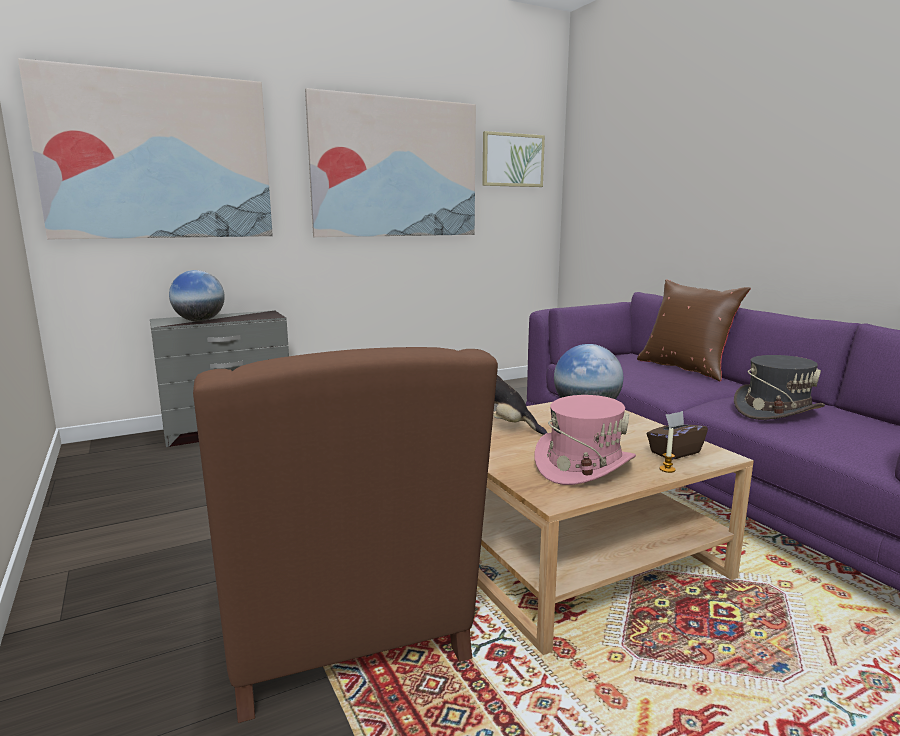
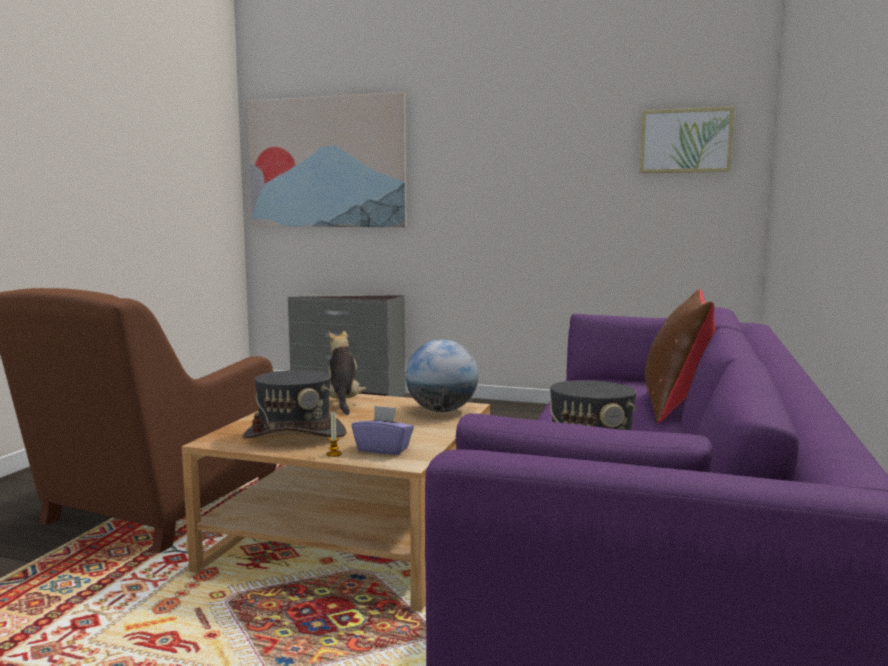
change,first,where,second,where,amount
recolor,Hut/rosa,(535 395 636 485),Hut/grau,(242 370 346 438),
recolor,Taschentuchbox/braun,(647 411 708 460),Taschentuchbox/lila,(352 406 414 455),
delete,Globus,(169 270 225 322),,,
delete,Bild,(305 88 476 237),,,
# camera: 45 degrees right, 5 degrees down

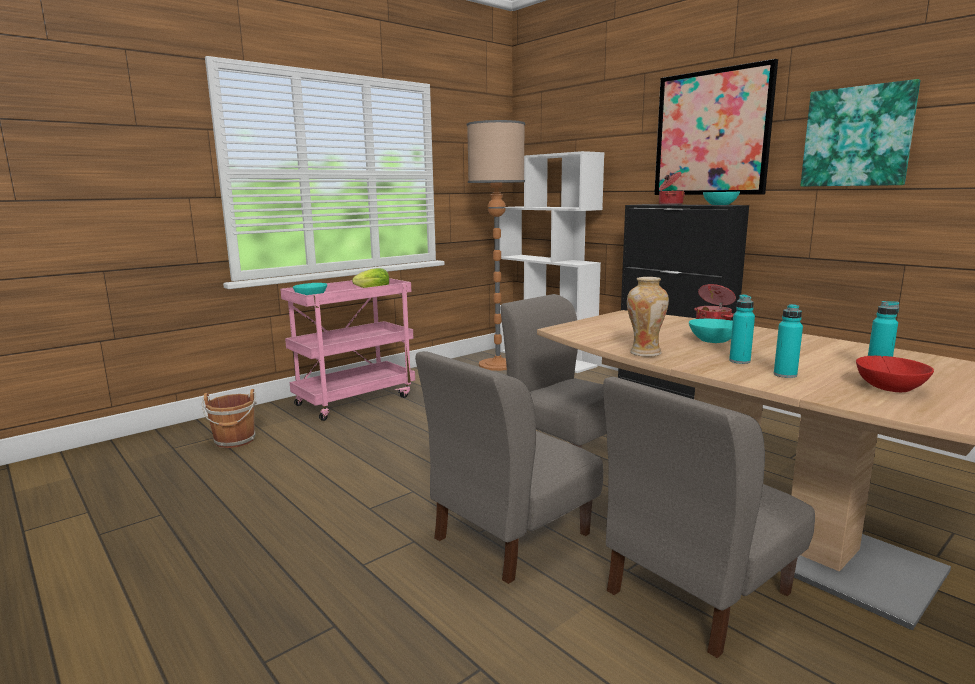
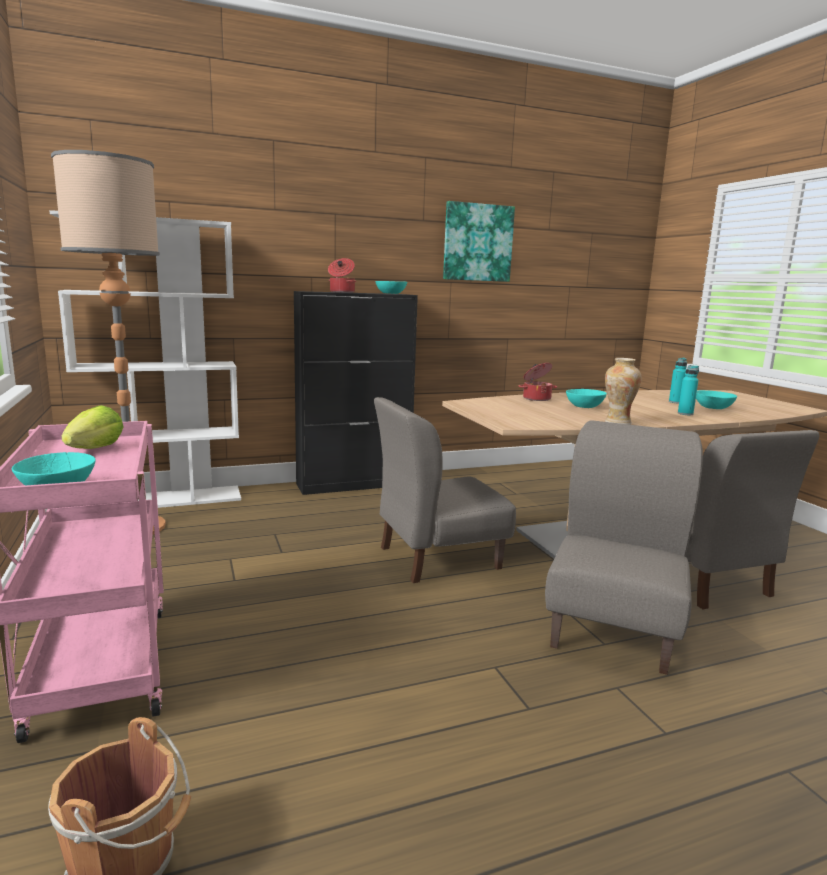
change,first,where,second,where,amount
rotate,Stuhl/grau,(415 351 603 584),,(545 420 703 675),135 degrees counterclockwise
recolor,Schüssel/rot,(856 356 934 392),Schüssel/türkis,(696 390 737 409),
delete,Bild,(654 59 778 195),,,
delete,Flasche/türkis,(729 294 755 364),,,
# camera: 70 degrees left, 0 degrees up

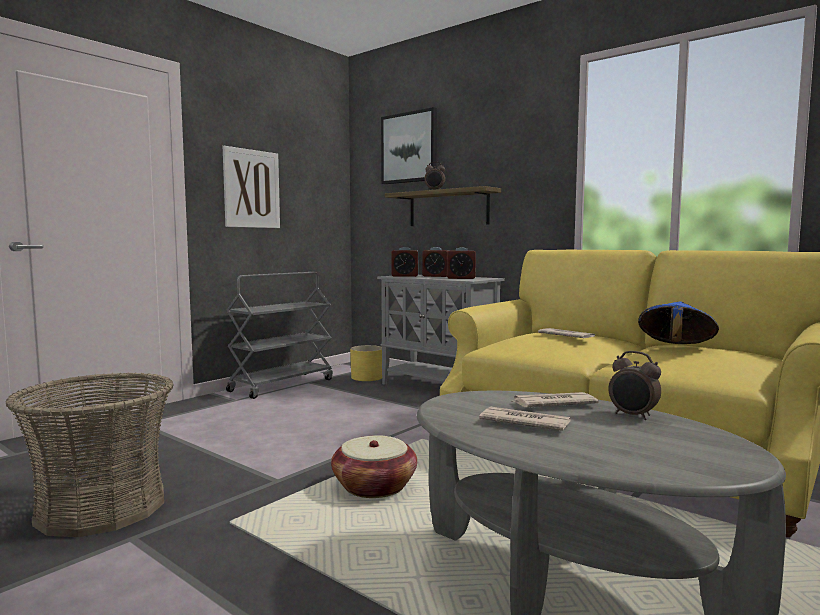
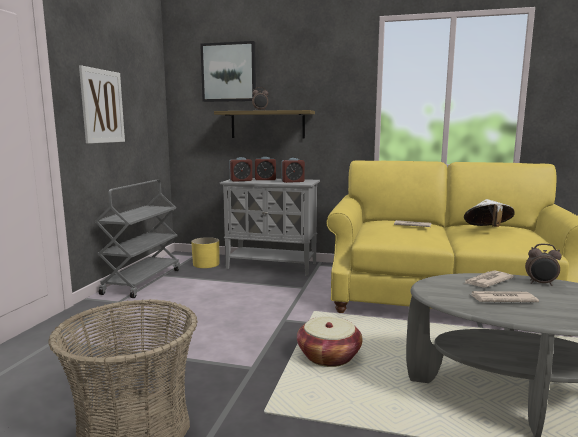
change,first,where,second,where,amount
recolor,Hut/blau,(638 301 719 344),Hut/weiß,(464 199 515 227),
# camera: 25 degrees left, 5 degrees up

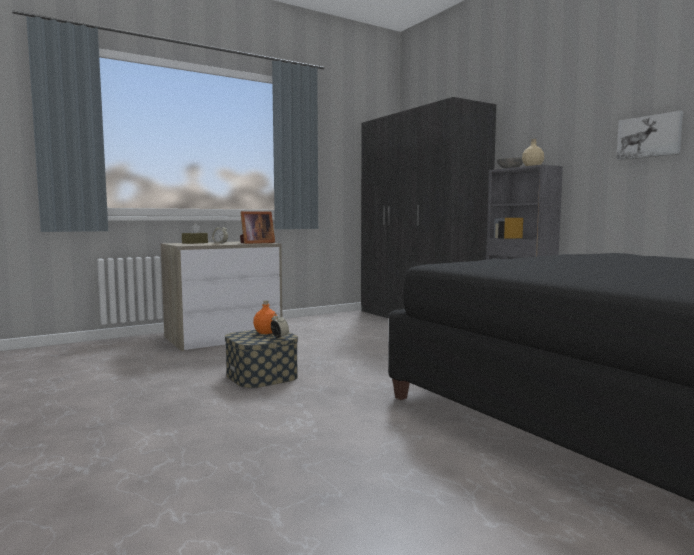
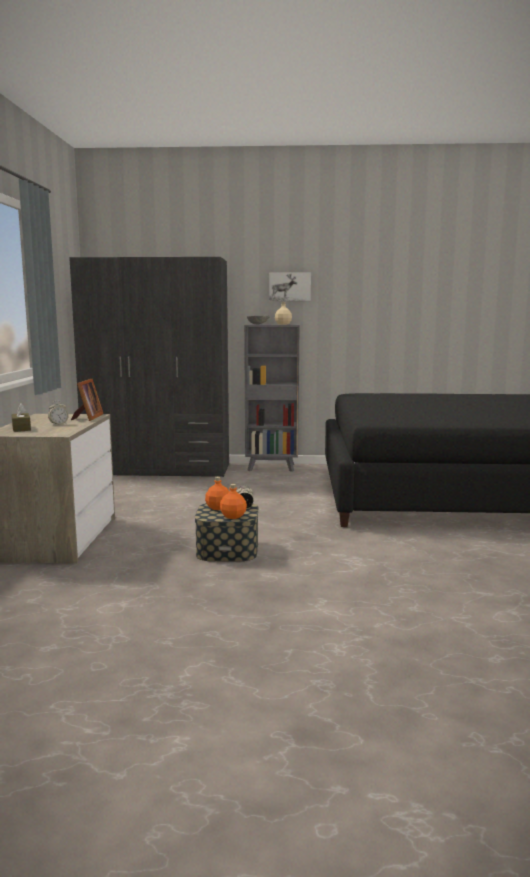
change,first,where,second,where,amount
insert,,,Flasche/orange,(220 484 247 519),
move,Bild,(616 110 683 160),,(269 272 311 301),
# camera: 55 degrees left, 5 degrees up

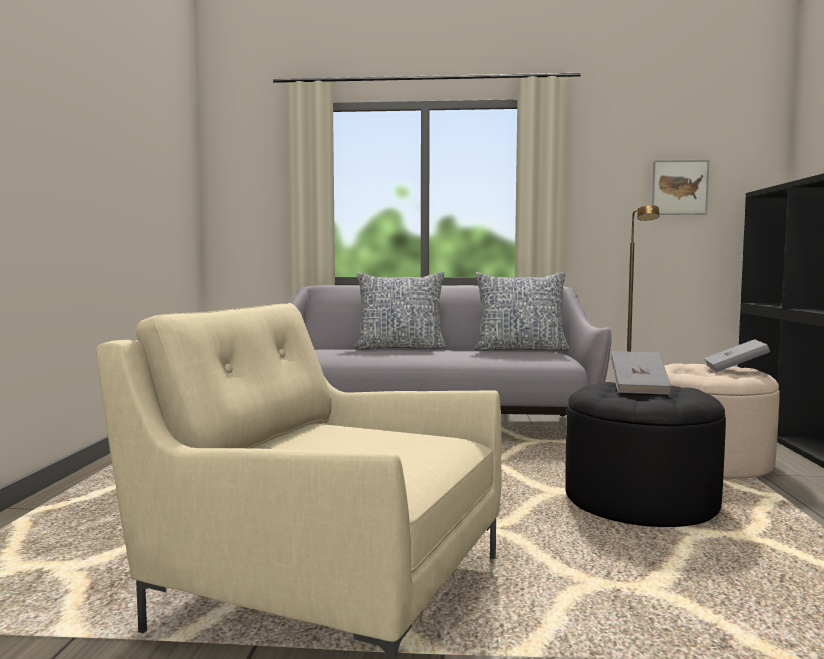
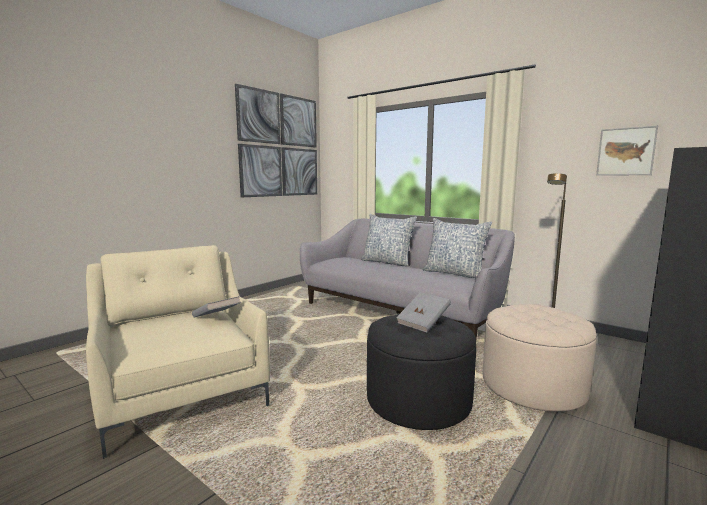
change,first,where,second,where,amount
move,Buch/grau,(704 339 770 372),,(192 296 241 317),
insert,,,Bild,(235 84 317 197),
# camera: 35 degrees right, 5 degrees up

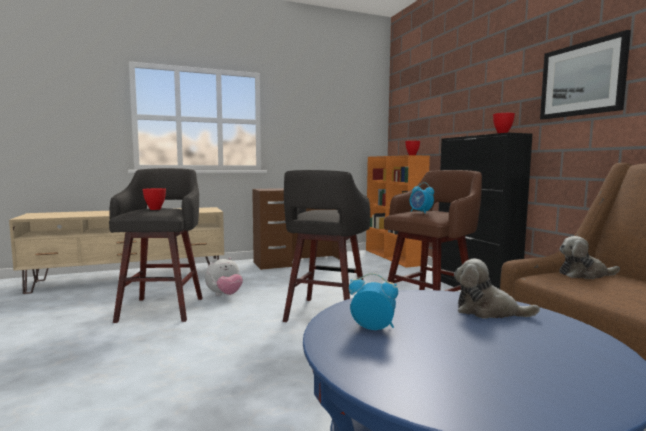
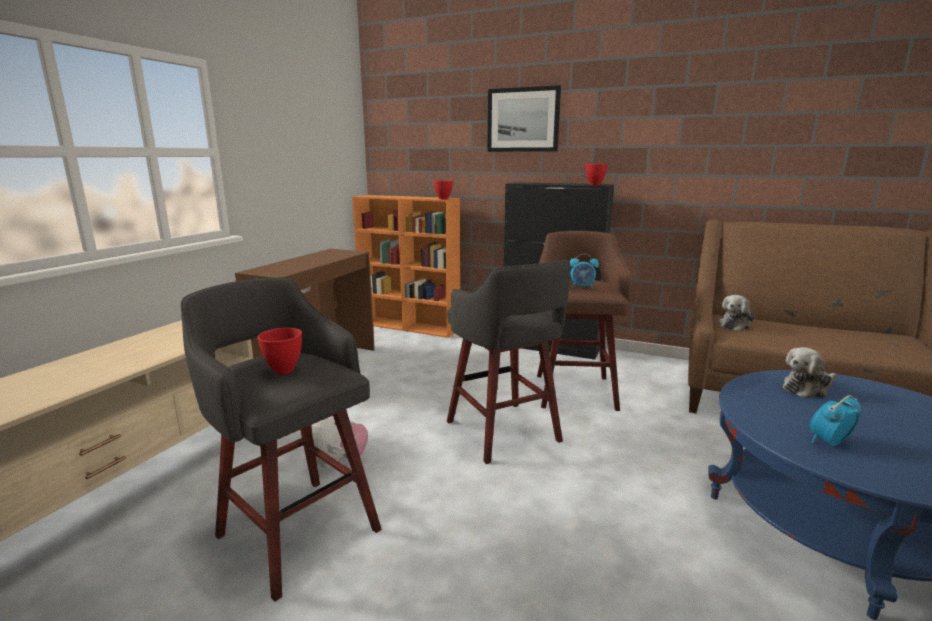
change,first,where,second,where,amount
move,Bild,(540 30 631 119),,(487 85 561 152),
# camera: 45 degrees left, 10 degrees up

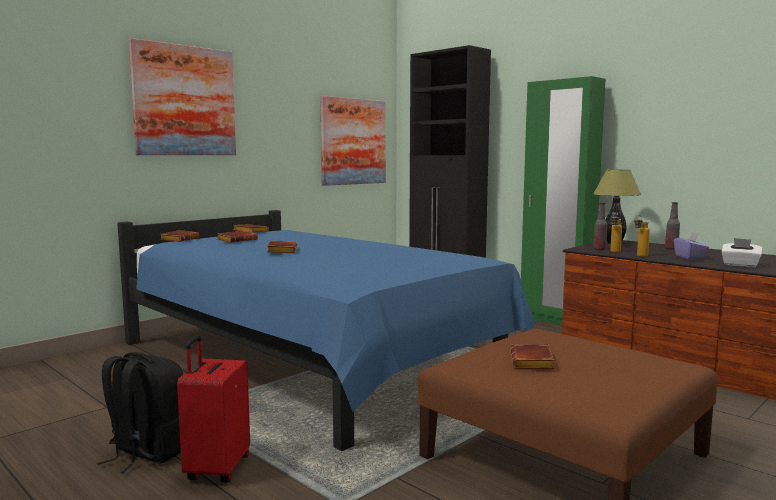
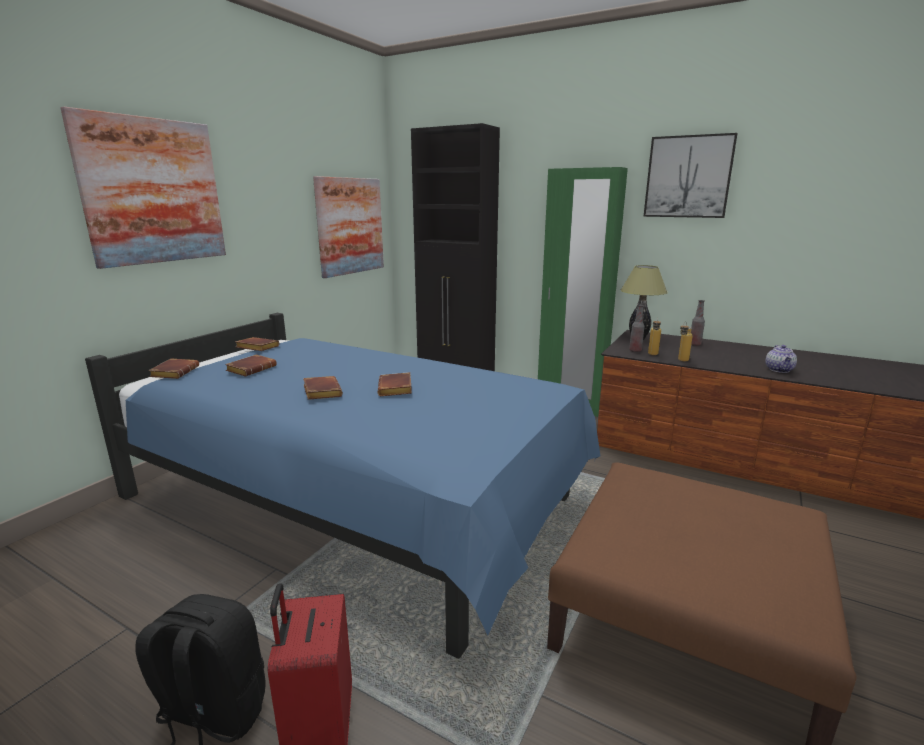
change,first,where,second,where,amount
move,Buch/braun,(511 344 554 369),,(378 372 412 396),
insert,,,Bild,(643 133 738 218),
replace,Taschentuchbox/weiß,(722 238 763 267),Teekanne,(766 345 797 373),
delete,Taschentuchbox/lila,(674 232 709 260),,,
# camera: 15 degrees left, 10 degrees up

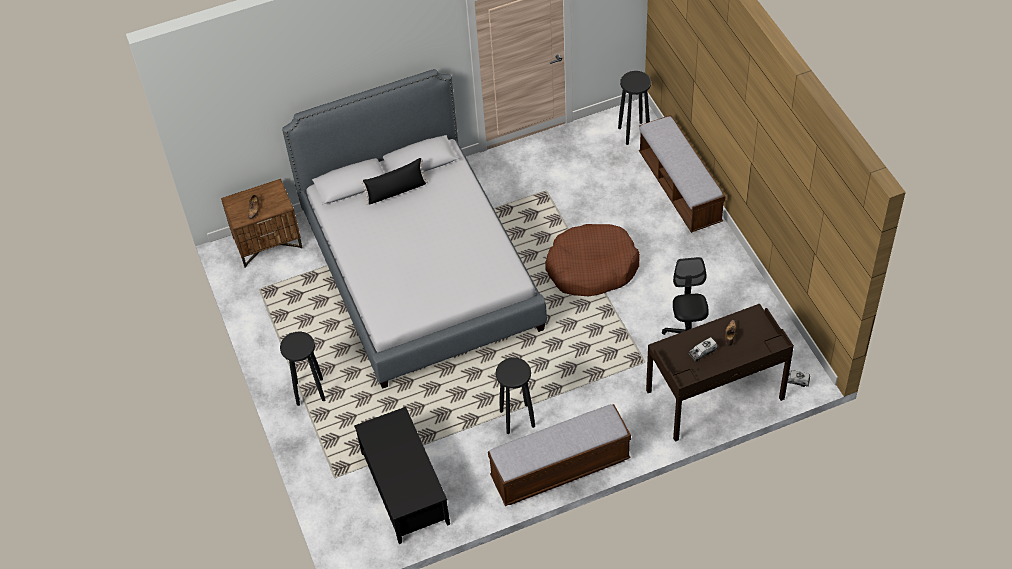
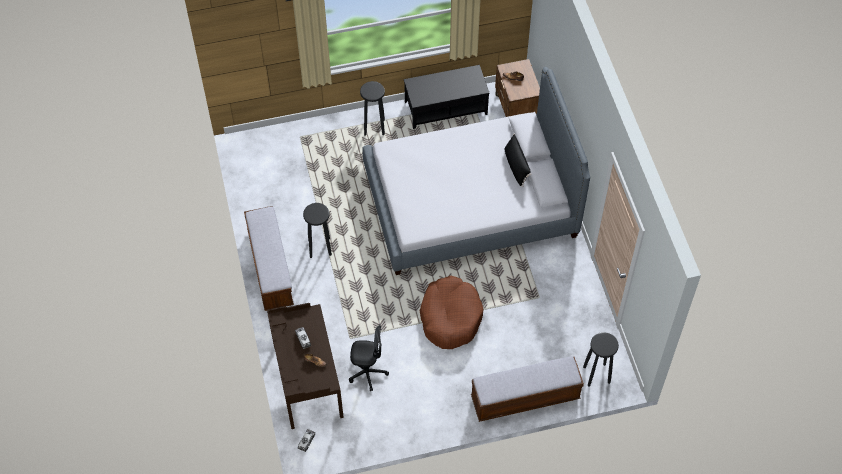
change,first,where,second,where,amount
move,Couchtisch/schwarz,(354 407 450 544),,(404 65 490 129),
# camera: 95 degrees right, 5 degrees up

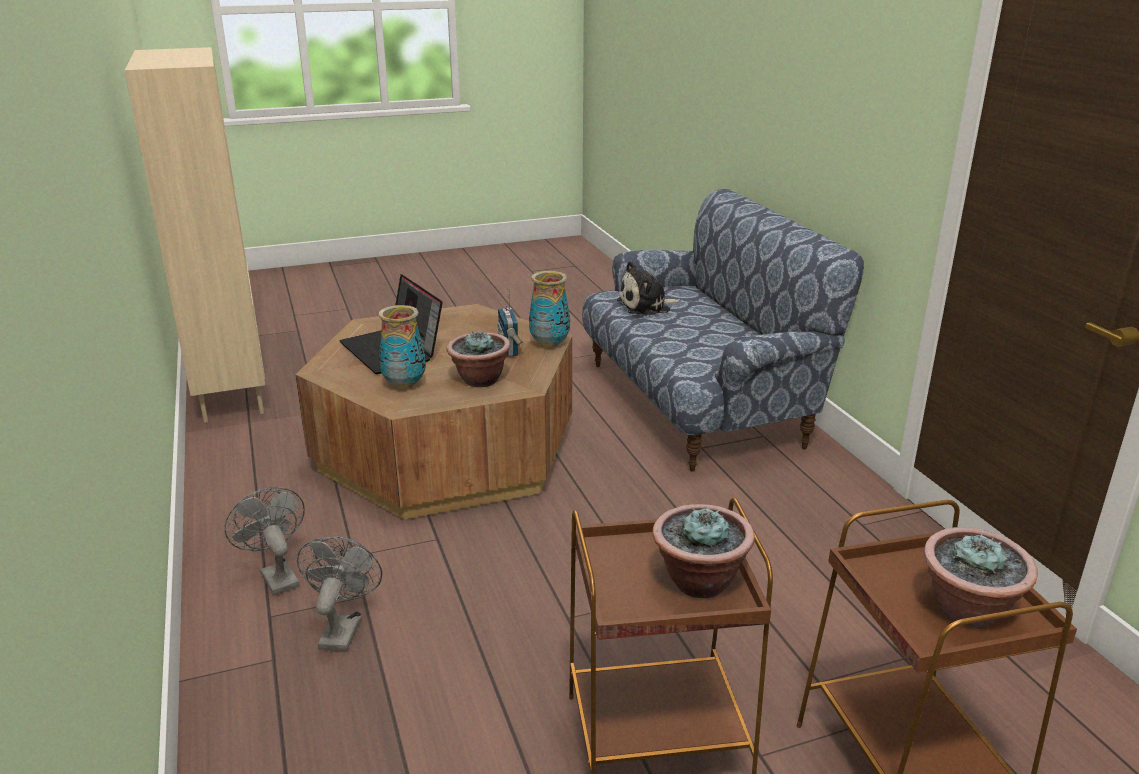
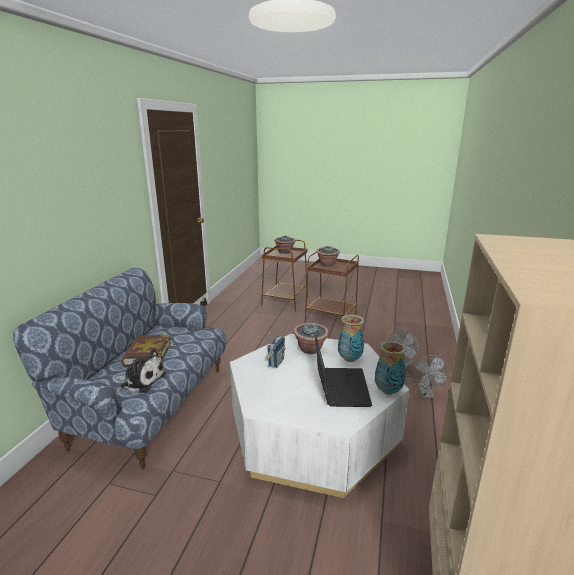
change,first,where,second,where,amount
insert,,,Buch,(121 335 171 366),
recolor,Couchtisch/braun,(295 304 572 520),Couchtisch/weiß,(230 334 409 498),
move,Vase,(529 271 570 348),,(375 341 406 395),
# camera: 145 degrees left, 5 degrees down

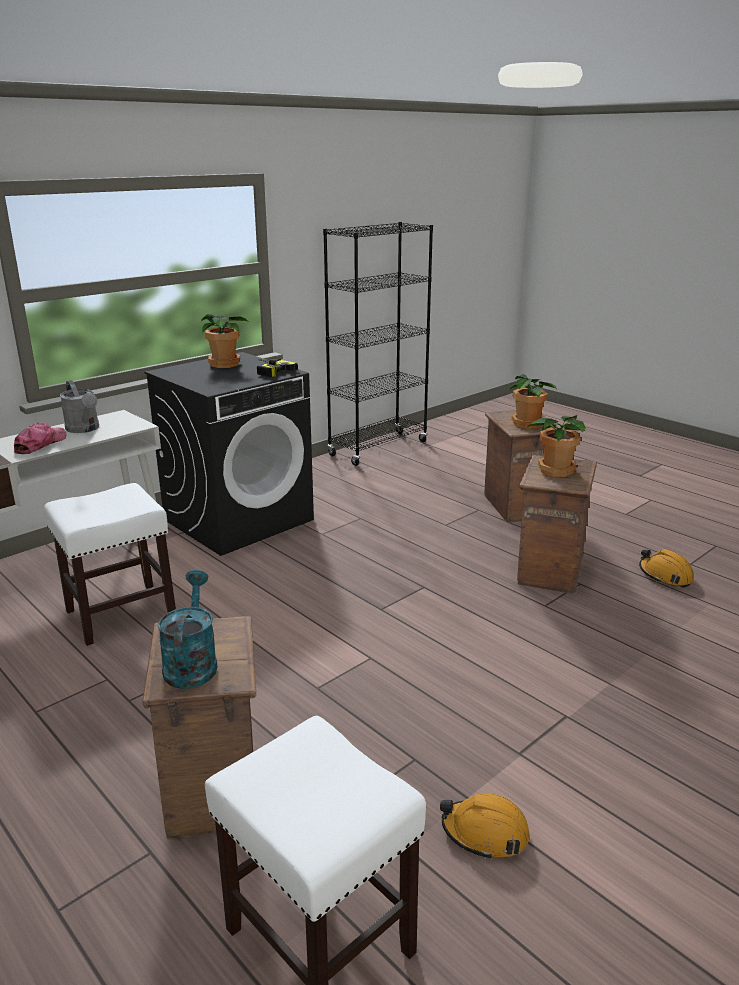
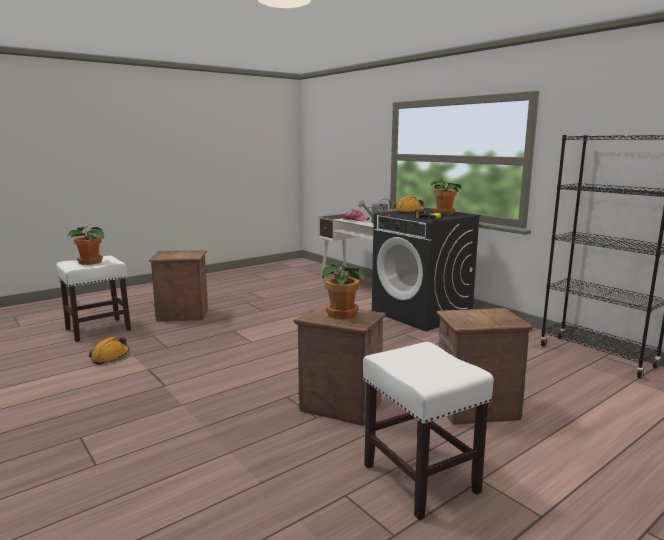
change,first,where,second,where,amount
move,Topfpflanze,(509 374 557 429),,(67 226 104 265),
move,Hocker/weiß,(44 483 176 646),,(363 342 494 520),
move,Schutzhelm/orange,(639 549 694 588),,(394 196 425 214),
delete,Gießkanne/türkis,(158 570 217 689),,,
# camera: 95 degrees right, 10 degrees down

